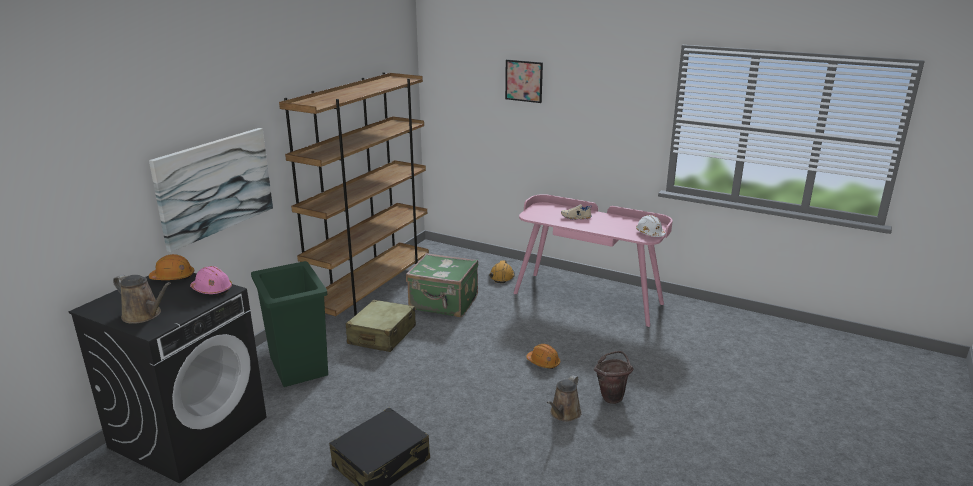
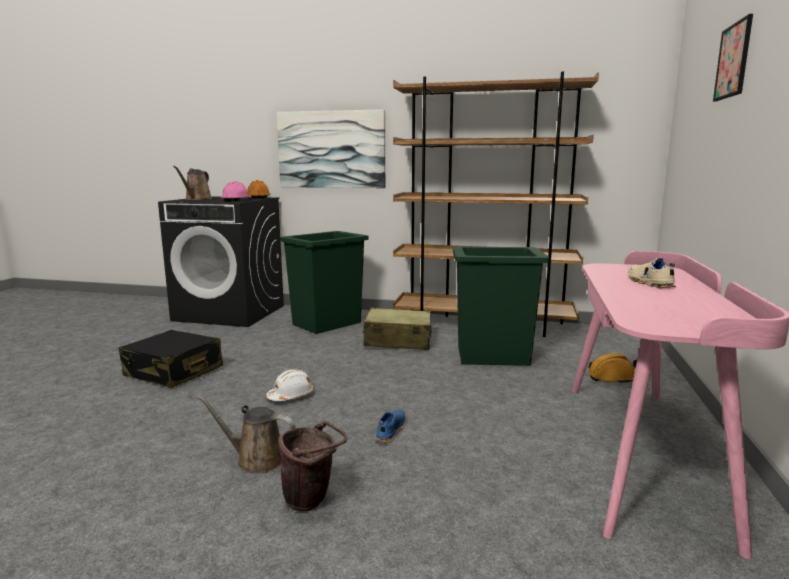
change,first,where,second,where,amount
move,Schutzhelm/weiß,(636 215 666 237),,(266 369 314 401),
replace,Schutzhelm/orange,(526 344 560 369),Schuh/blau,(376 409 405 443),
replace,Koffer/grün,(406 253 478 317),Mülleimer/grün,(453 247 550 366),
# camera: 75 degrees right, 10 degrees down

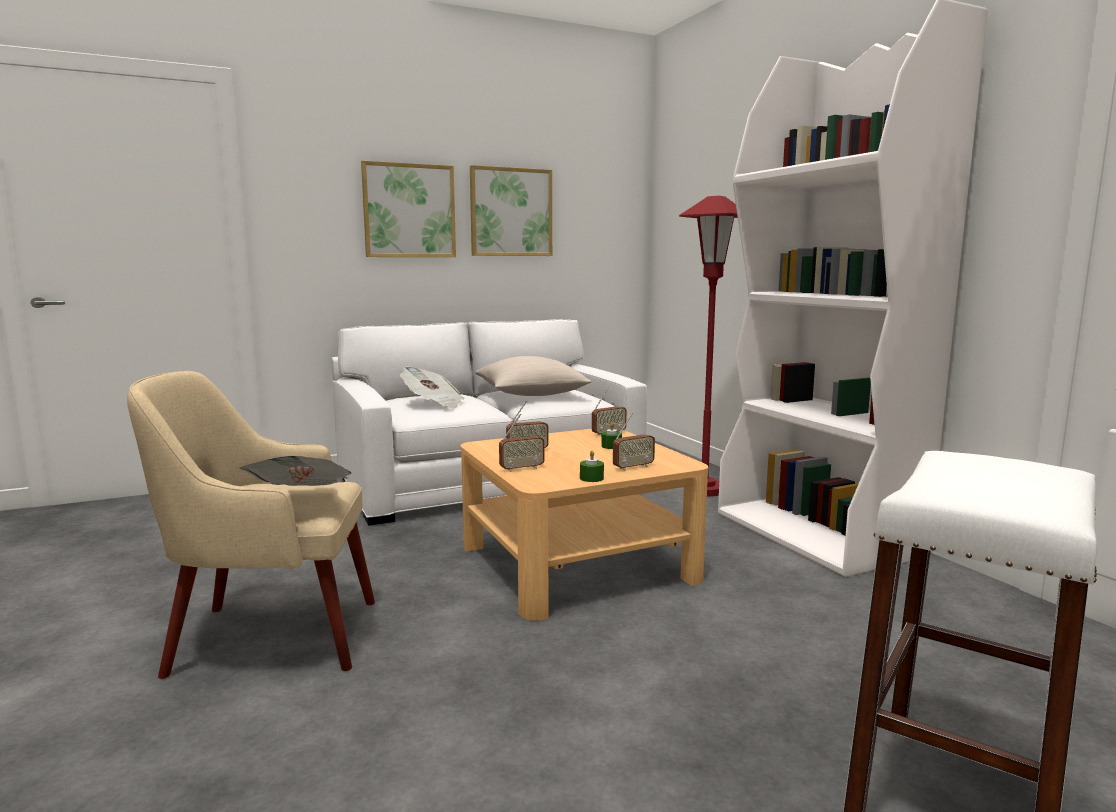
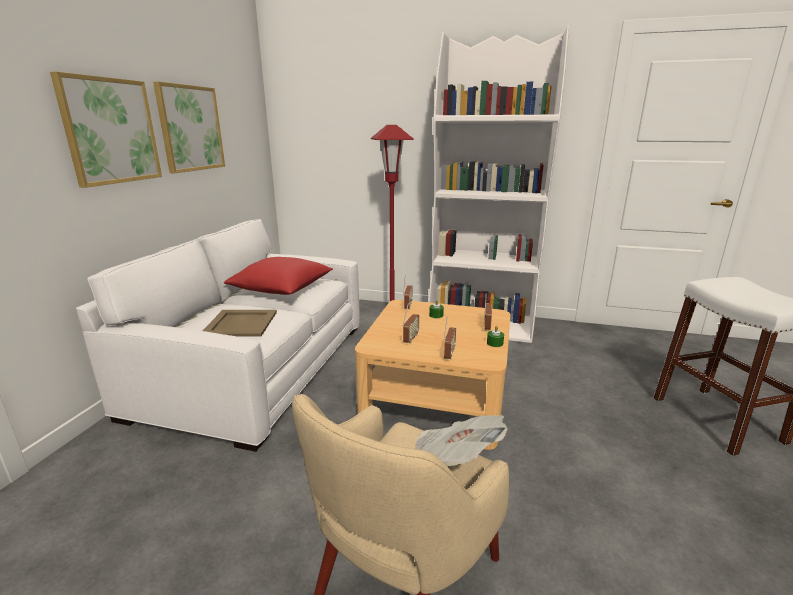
change,first,where,second,where,amount
replace,Zeitung,(400 366 464 408),Tablett/beige,(203 310 277 337),
recolor,Kissen/beige,(475 356 592 396),Kissen/rot,(224 257 333 295),
# camera: 50 degrees left, 10 degrees up

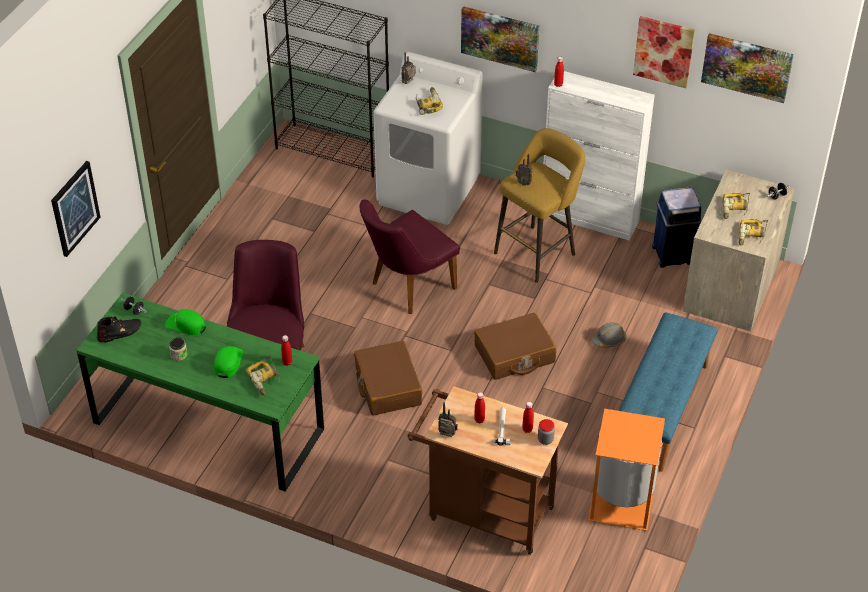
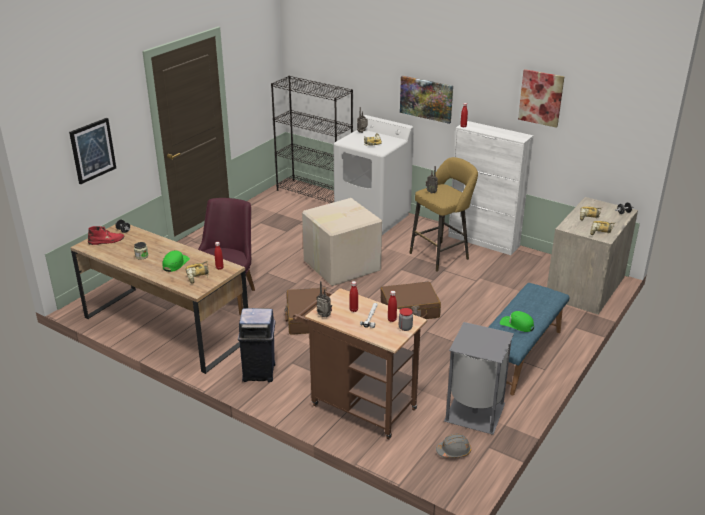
change,first,where,second,where,amount
recolor,Schreibtisch/grün,(76 292 324 492),Schreibtisch/braun,(70 224 248 374),
recolor,Stiefel/schwarz,(97 316 142 343),Stiefel/rot,(88 226 124 245),
move,Mülleimer/blau,(652 187 702 268),,(238 308 276 382),
replace,Stuhl/lila,(360 200 460 314),Karton,(302 198 382 286),
move,Schutzhelm/grau,(591 322 626 348),,(436 434 471 458),
recolor,Mülleimer/orange,(588 409 665 531),Mülleimer/grau,(444 322 514 435),
move,Kappe/grün,(165 309 206 335),,(500 311 534 332),
delete,Bild,(701 33 794 103),,,
# camera: 10 degrees right, 15 degrees down

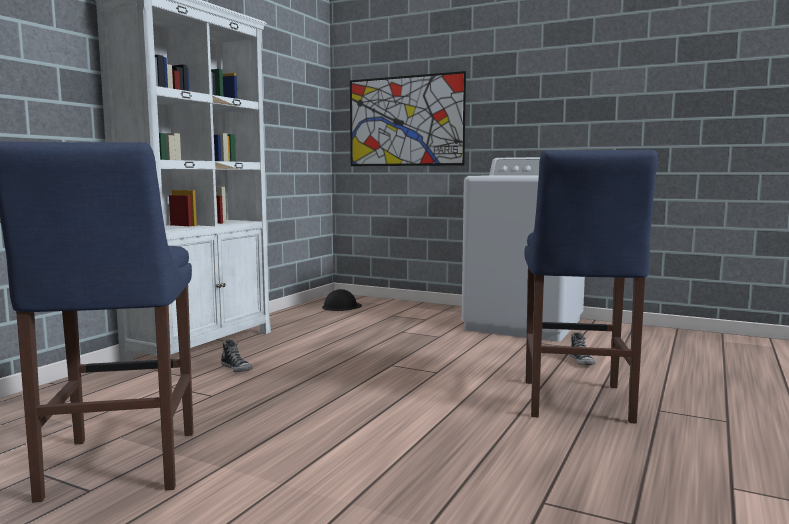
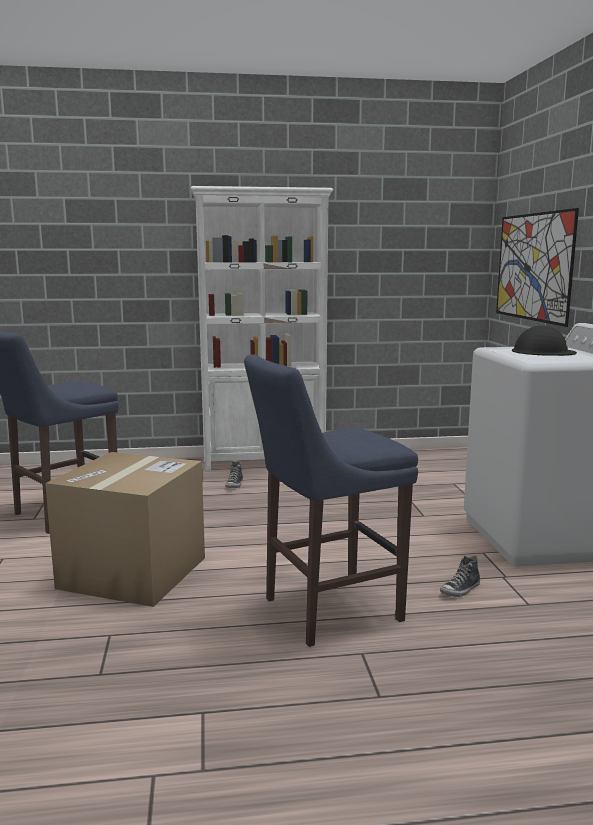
change,first,where,second,where,amount
insert,,,Karton,(45 452 205 607),
move,Schutzhelm/schwarz,(322 289 362 311),,(512 325 577 356),
# camera: 55 degrees right, 5 degrees up

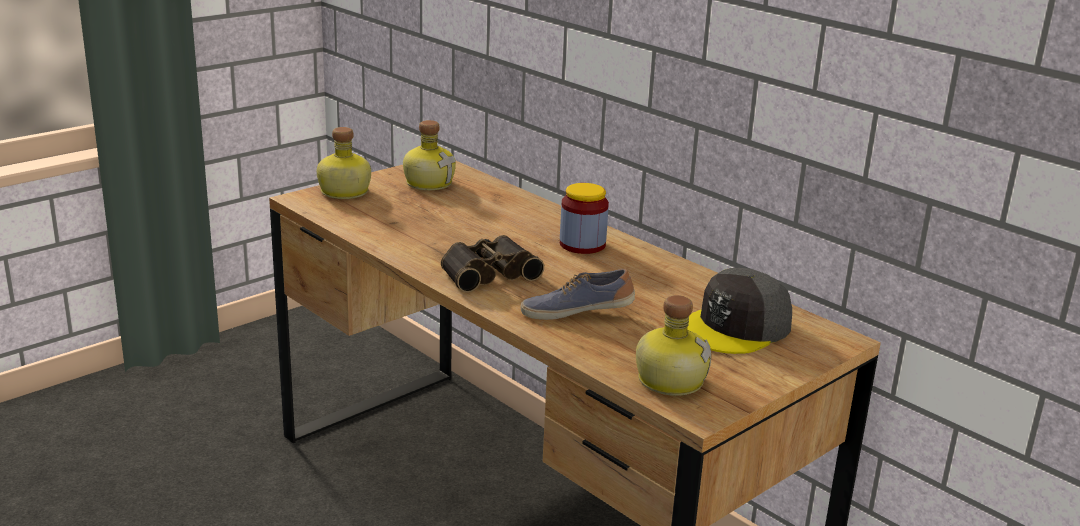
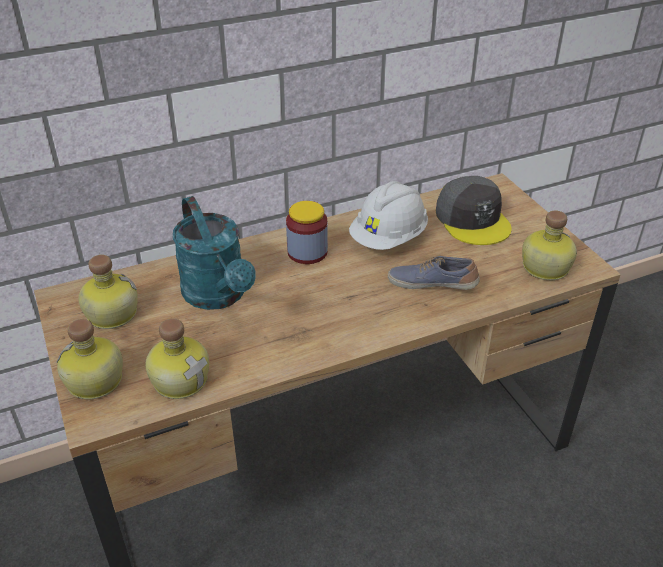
change,first,where,second,where,amount
insert,,,Flasche,(145 318 209 399),
insert,,,Gießkanne/türkis,(172 196 256 310),
insert,,,Schutzhelm/weiß,(349 181 428 250),
rotate,Schuh,(521 269 635 320),,(388 256 480 290),90 degrees clockwise
delete,Fernglas,(441 235 544 293),,,
# camera: 70 degrees left, 15 degrees up

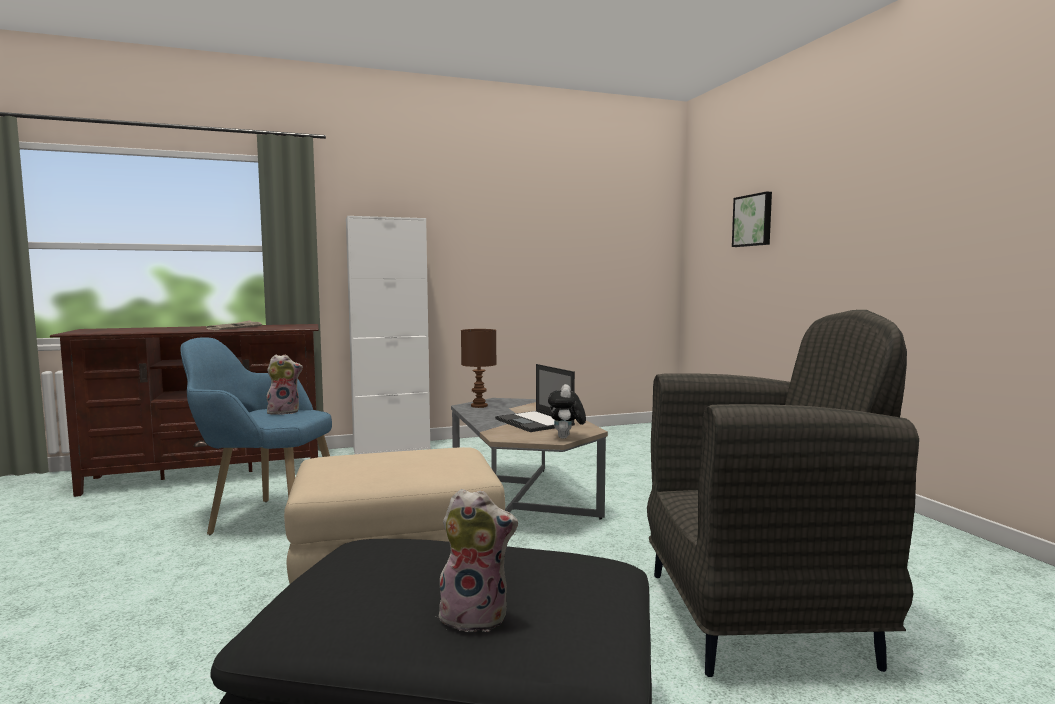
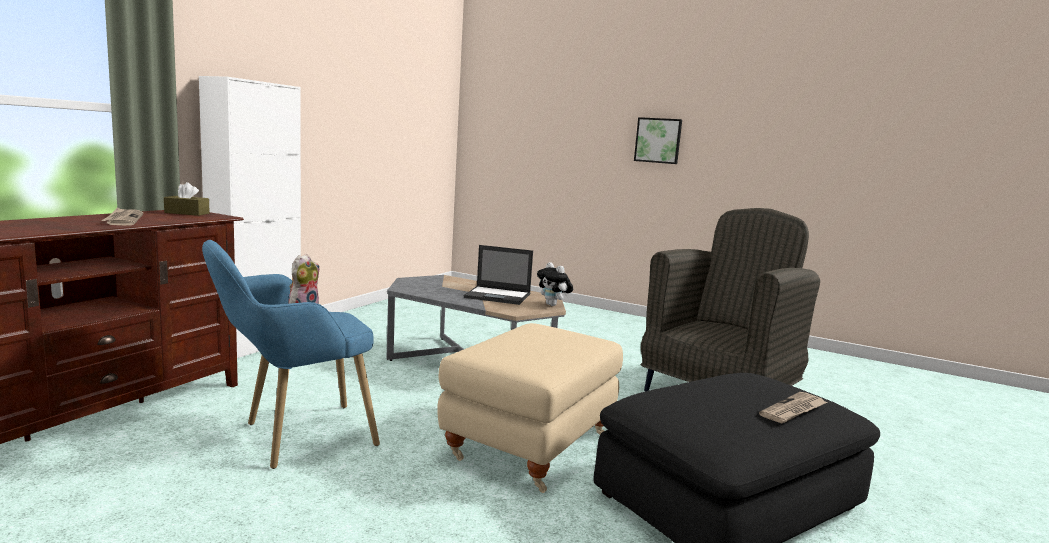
change,first,where,second,where,amount
insert,,,Taschentuchbox/braun,(164 182 210 216),
move,Bild,(732 192 772 247),,(634 117 682 164),
replace,Plüschtier,(439 489 518 632),Zeitung,(759 392 828 424),
delete,Tischlampe/braun,(461 329 496 408),,,
# camera: 45 degrees left, 5 degrees up

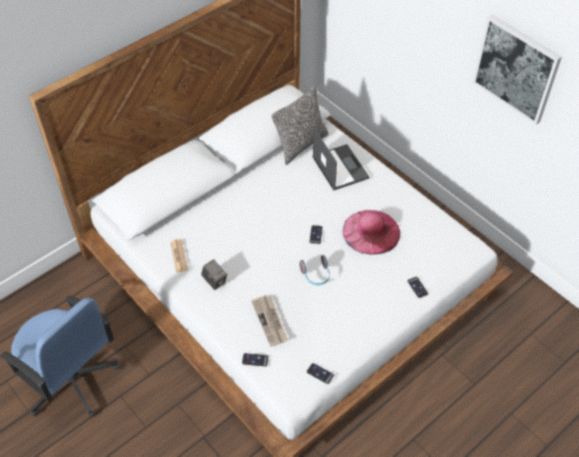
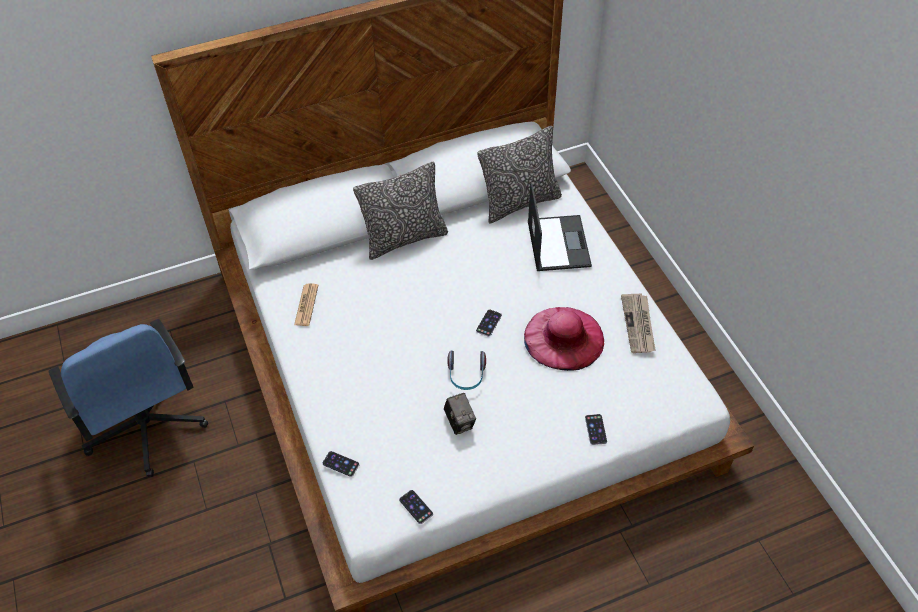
change,first,where,second,where,amount
insert,,,Kissen,(353 162 448 260),
move,Kamera,(201 259 227 290),,(444 393 476 435),
move,Zeitung,(251 295 288 347),,(621 293 655 353),
delete,Bild,(473 15 562 125),,,
# camera: 20 degrees right, 0 degrees up

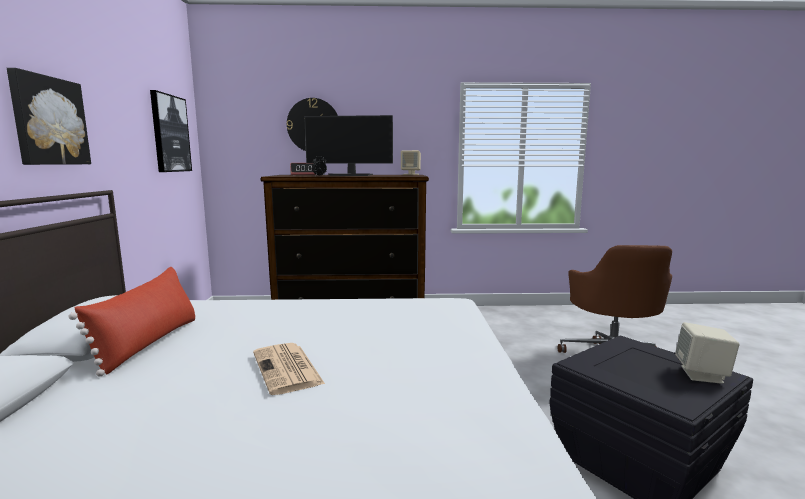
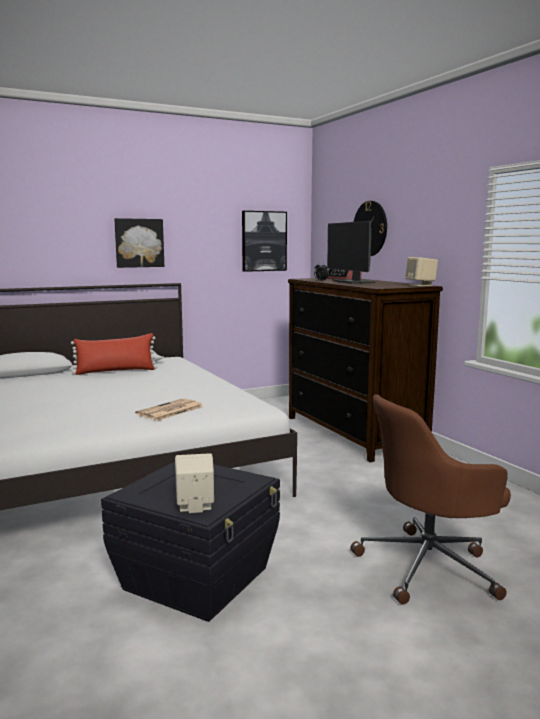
change,first,where,second,where,amount
move,Zeitung,(253 343 325 395),,(135 398 203 421),
# camera: 65 degrees right, 0 degrees up

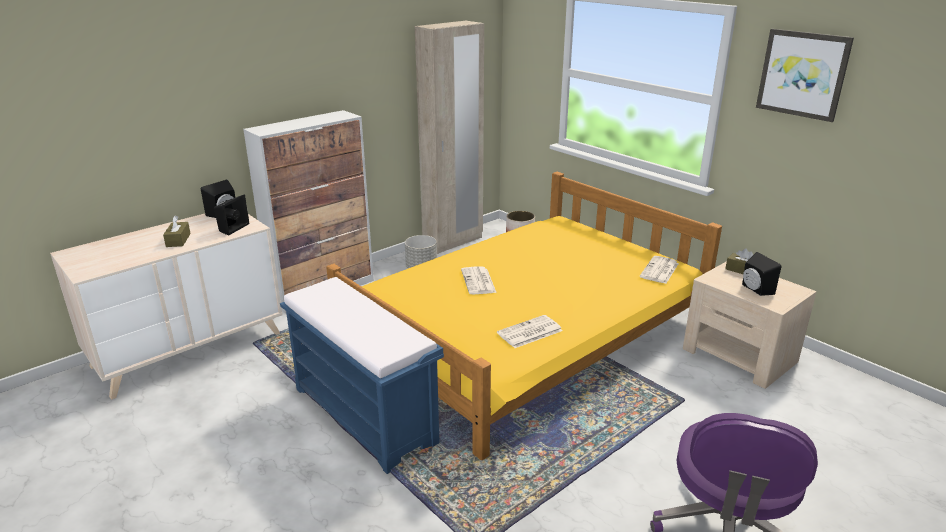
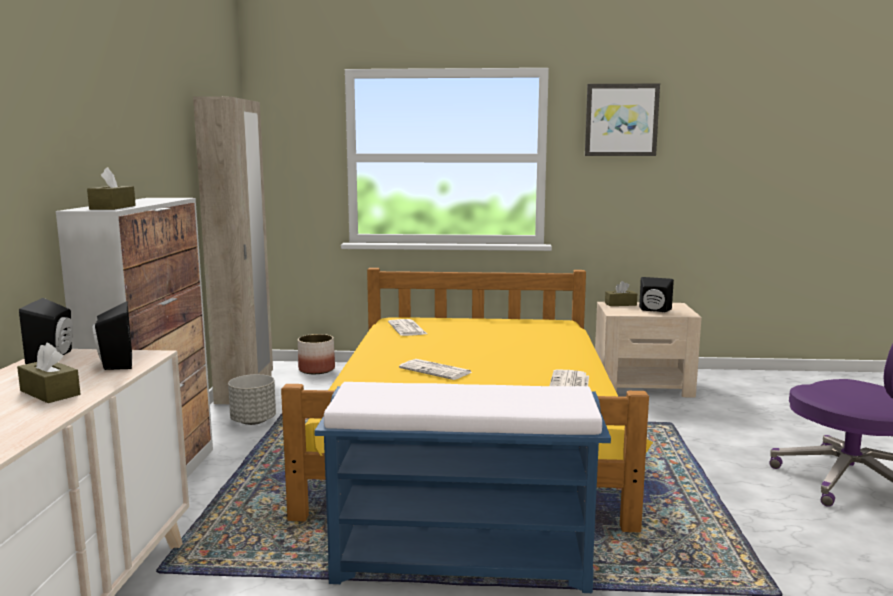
change,first,where,second,where,amount
insert,,,Taschentuchbox/braun,(87 167 136 210),
move,Zeitung,(640 256 679 284),,(388 319 427 336),
# camera: 45 degrees left, 15 degrees down

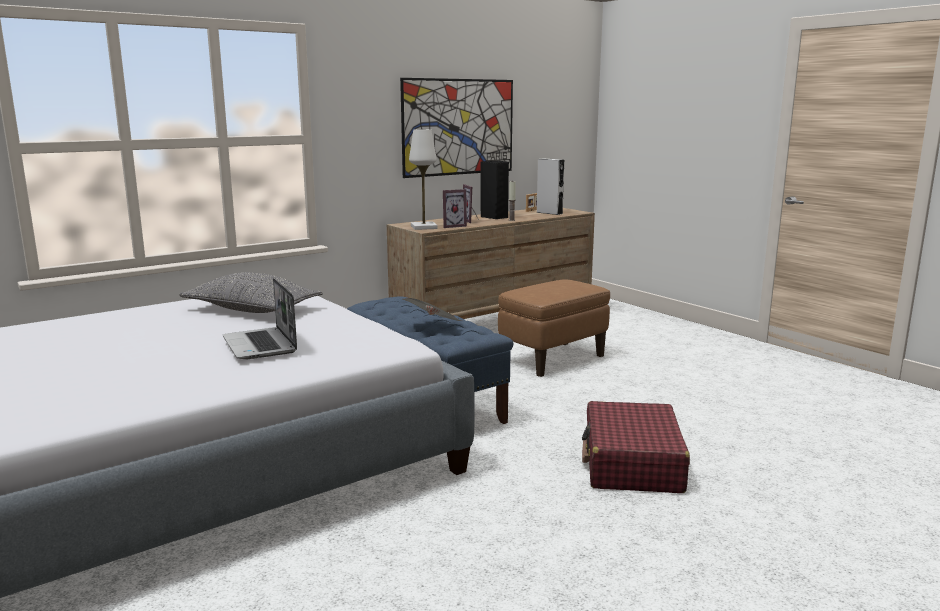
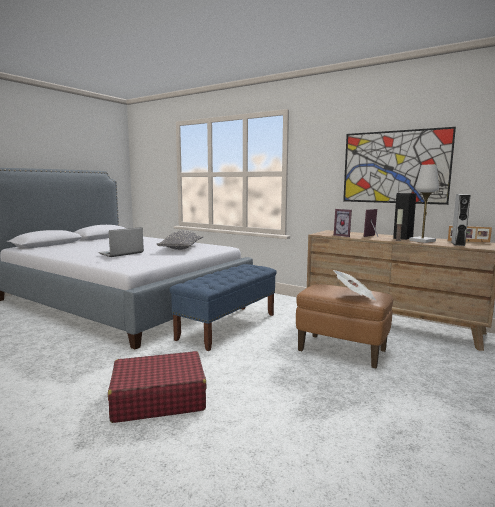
change,first,where,second,where,amount
move,Zeitung,(402 298 462 321),,(333 270 377 301),
move,Tischlampe/weiß,(409 129 437 230),,(409 165 439 243),
# camera: 70 degrees right, 5 degrees down

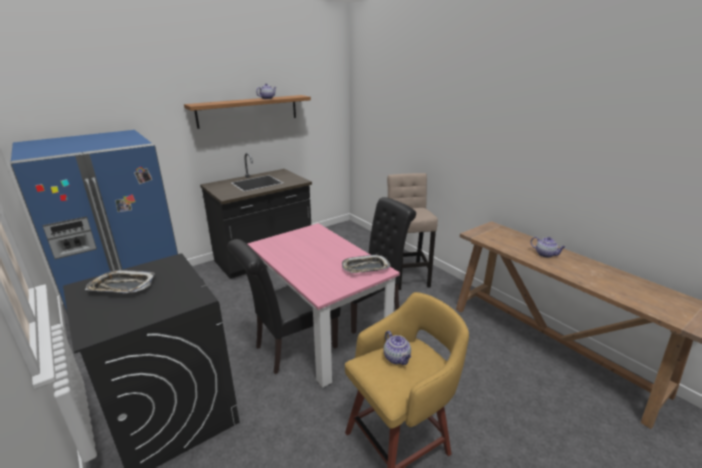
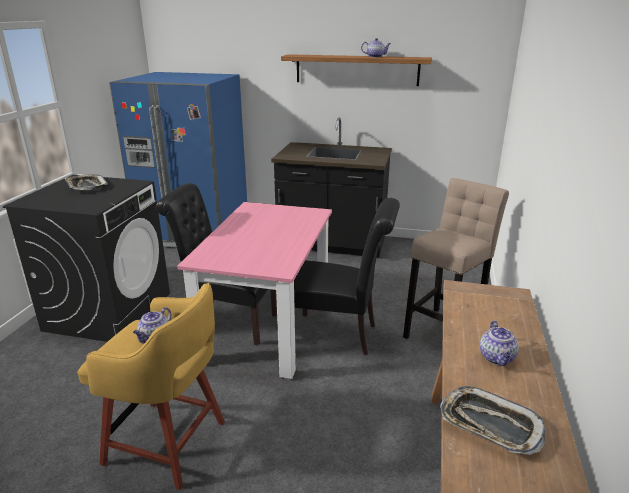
change,first,where,second,where,amount
move,Tablett,(342 255 390 273),,(440 386 545 455),
# camera: 50 degrees right, 0 degrees up

